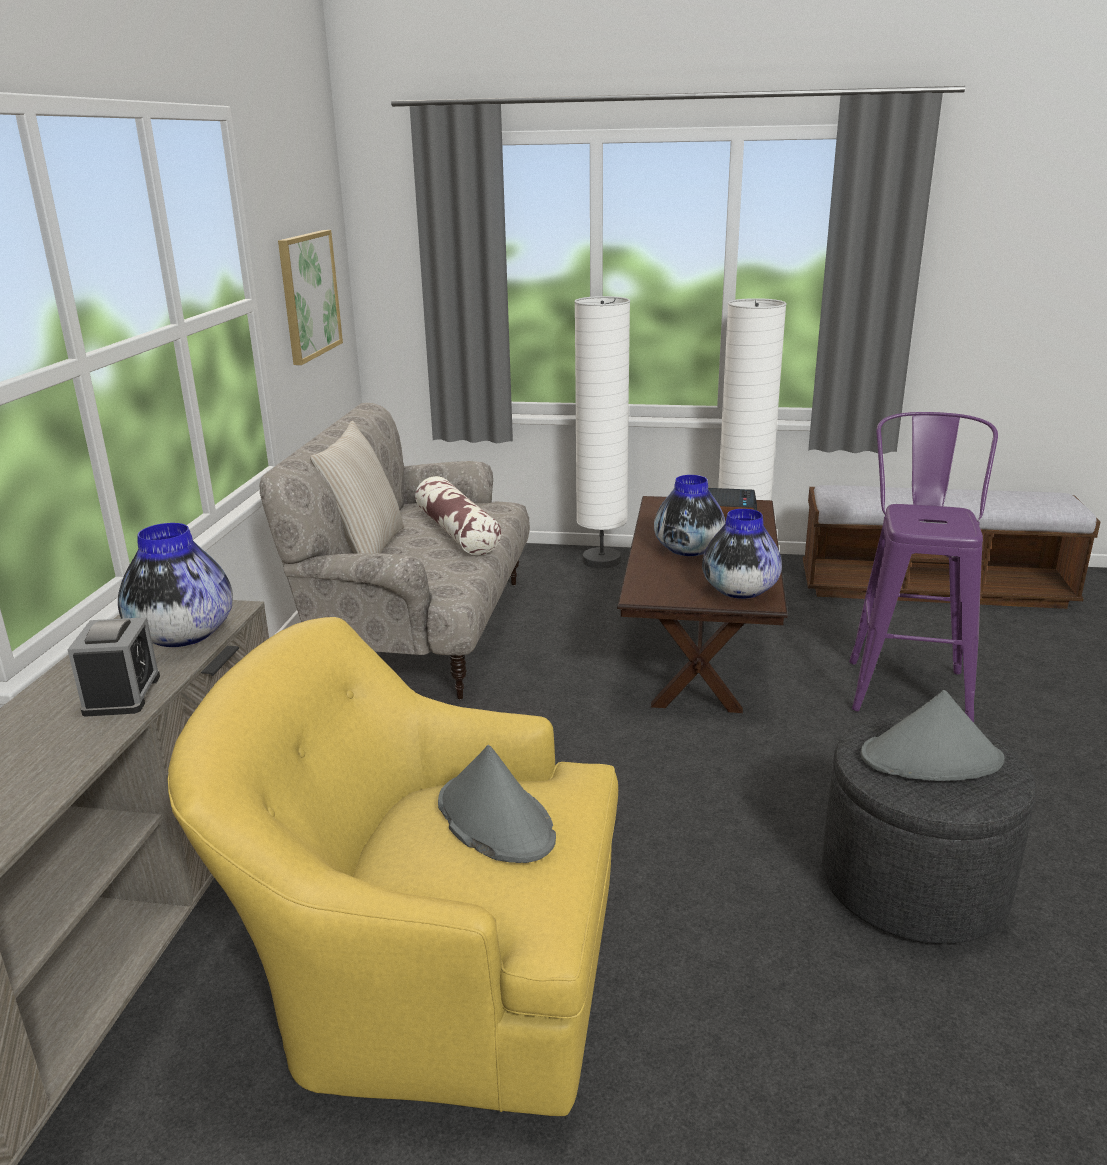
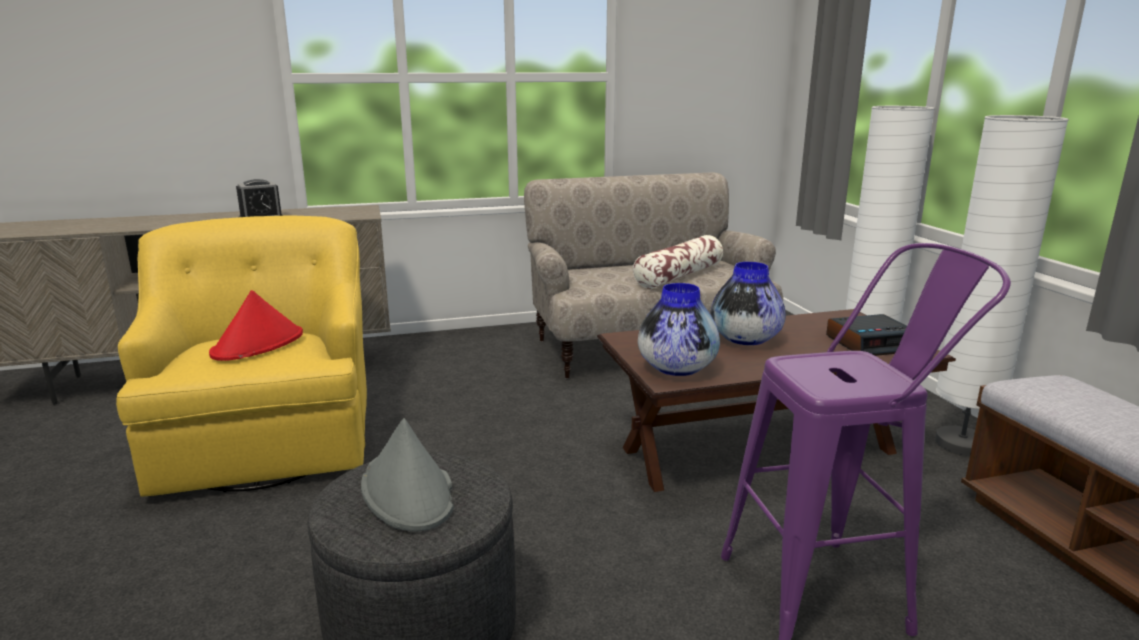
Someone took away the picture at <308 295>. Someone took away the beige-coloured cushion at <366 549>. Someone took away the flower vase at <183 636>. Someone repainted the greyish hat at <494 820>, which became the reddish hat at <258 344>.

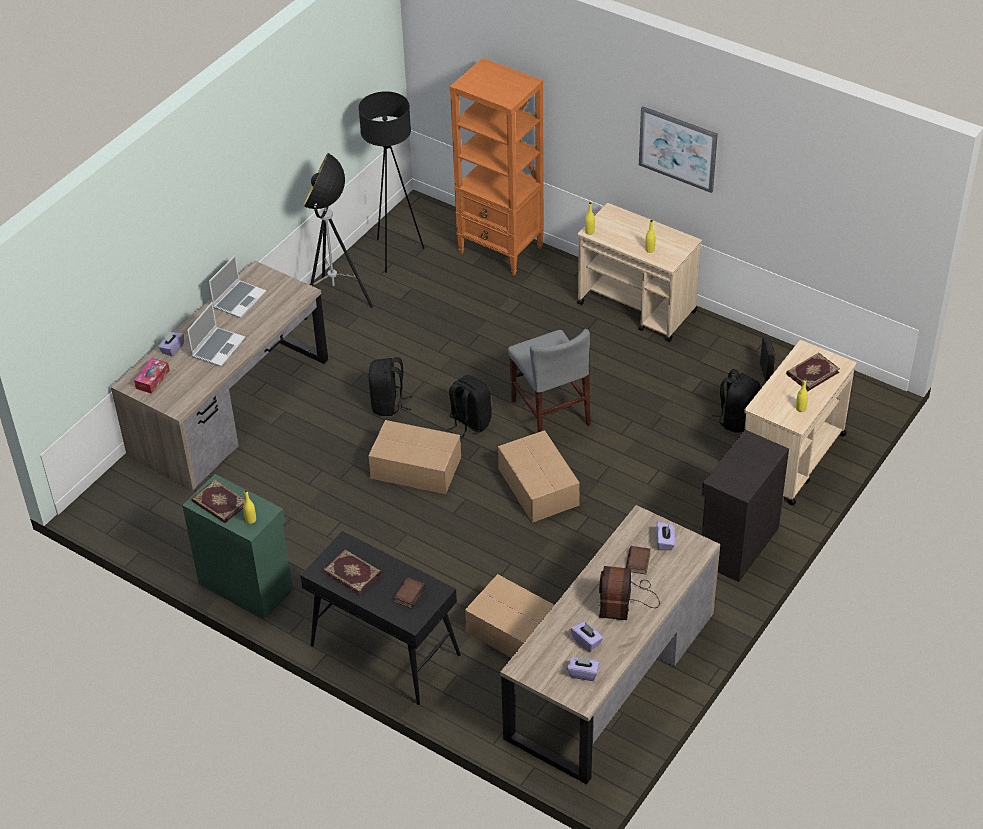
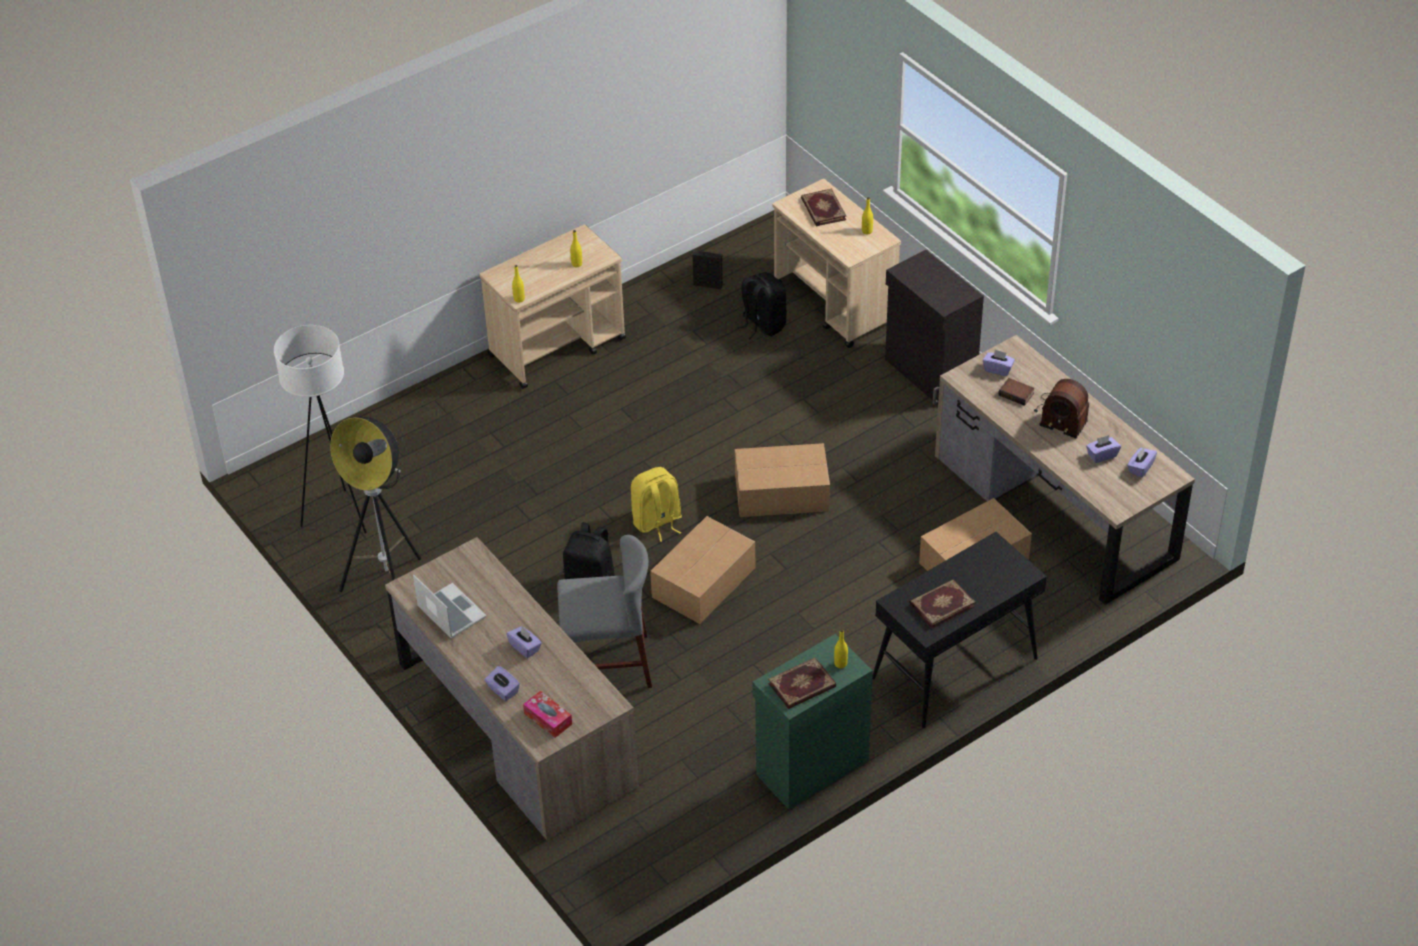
Someone took away the orange bookshelf at <501 250>. Someone repainted the blackish standing lamp at <395 253>, which became the whitish standing lamp at <338 517>. Someone took away the picture at <678 148>. Someone swapped the notebook computer at <218 347> for the purplish box of tissues at <525 647>. Someone carried the greyish plain chair from <550 412> to <608 664>. Someone repainted the blackish backpack at <469 422>, which became the yellow-coloured backpack at <657 522>. Someone took away the book at <409 594>.

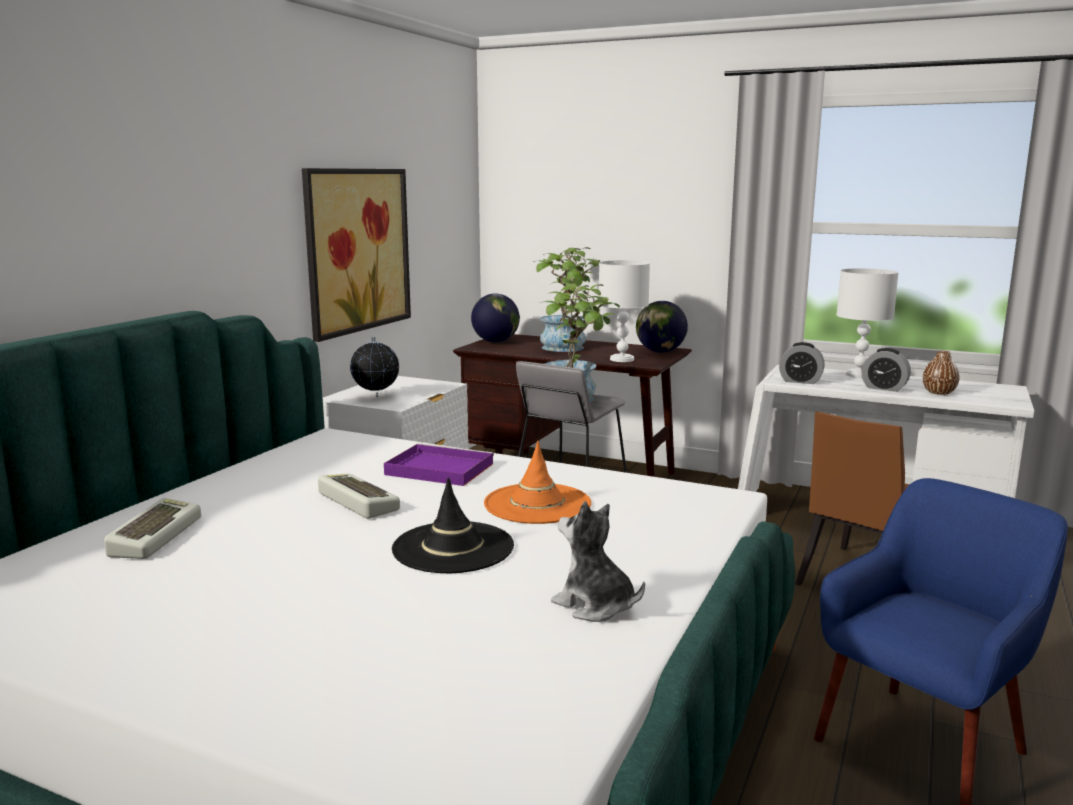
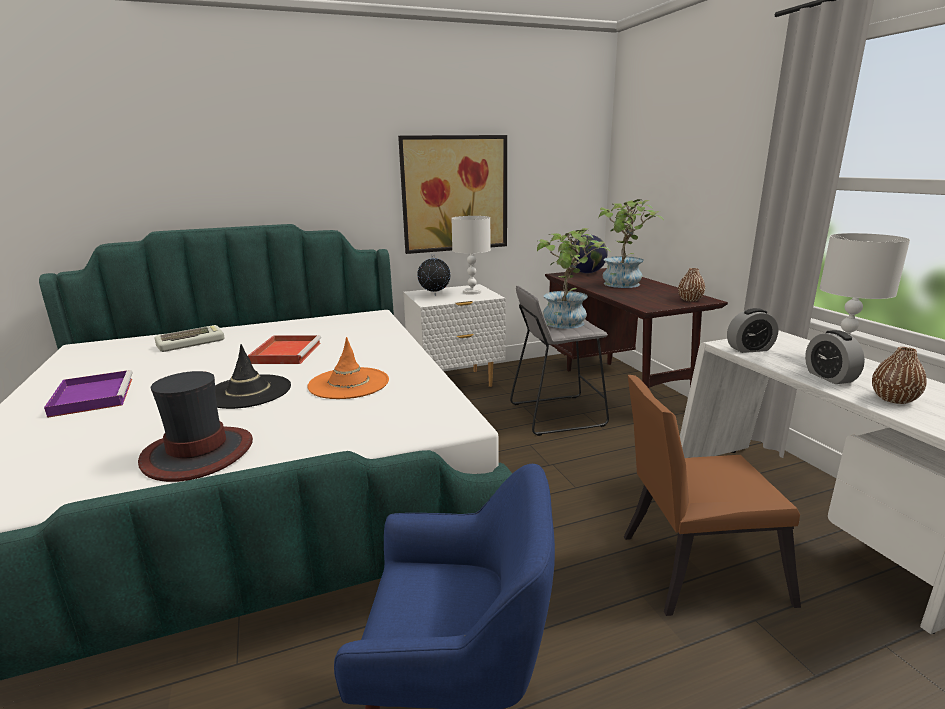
Someone carried the whitish lamp for a table from <621 359> to <472 292>. Someone swapped the globe at <660 352> for the brownish flower vase at <690 299>. Someone rotated the bedside clock at <800 381> by 75 degrees counterclockwise. Someone carried the purplish serving tray from <437 469> to <92 396>. Someone swapped the PC keyboard at <355 502> for the reddish serving tray at <286 352>. Someone swapped the cuddly toy at <595 606> for the hat at <198 453>.

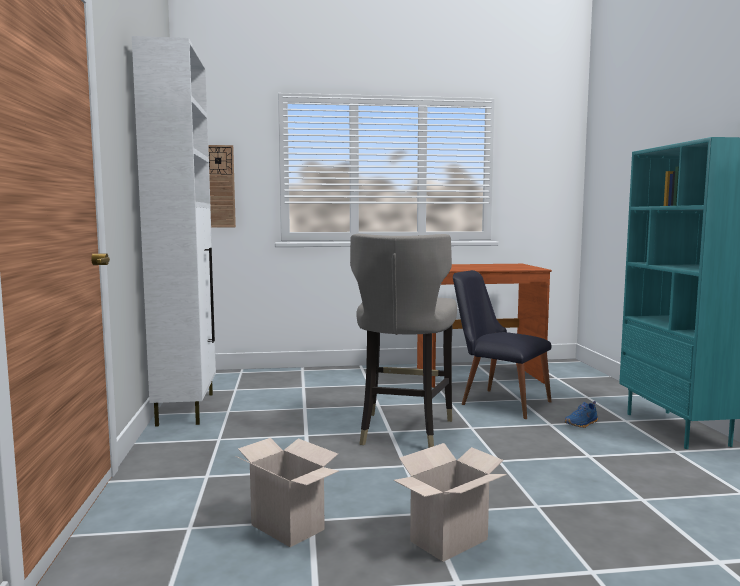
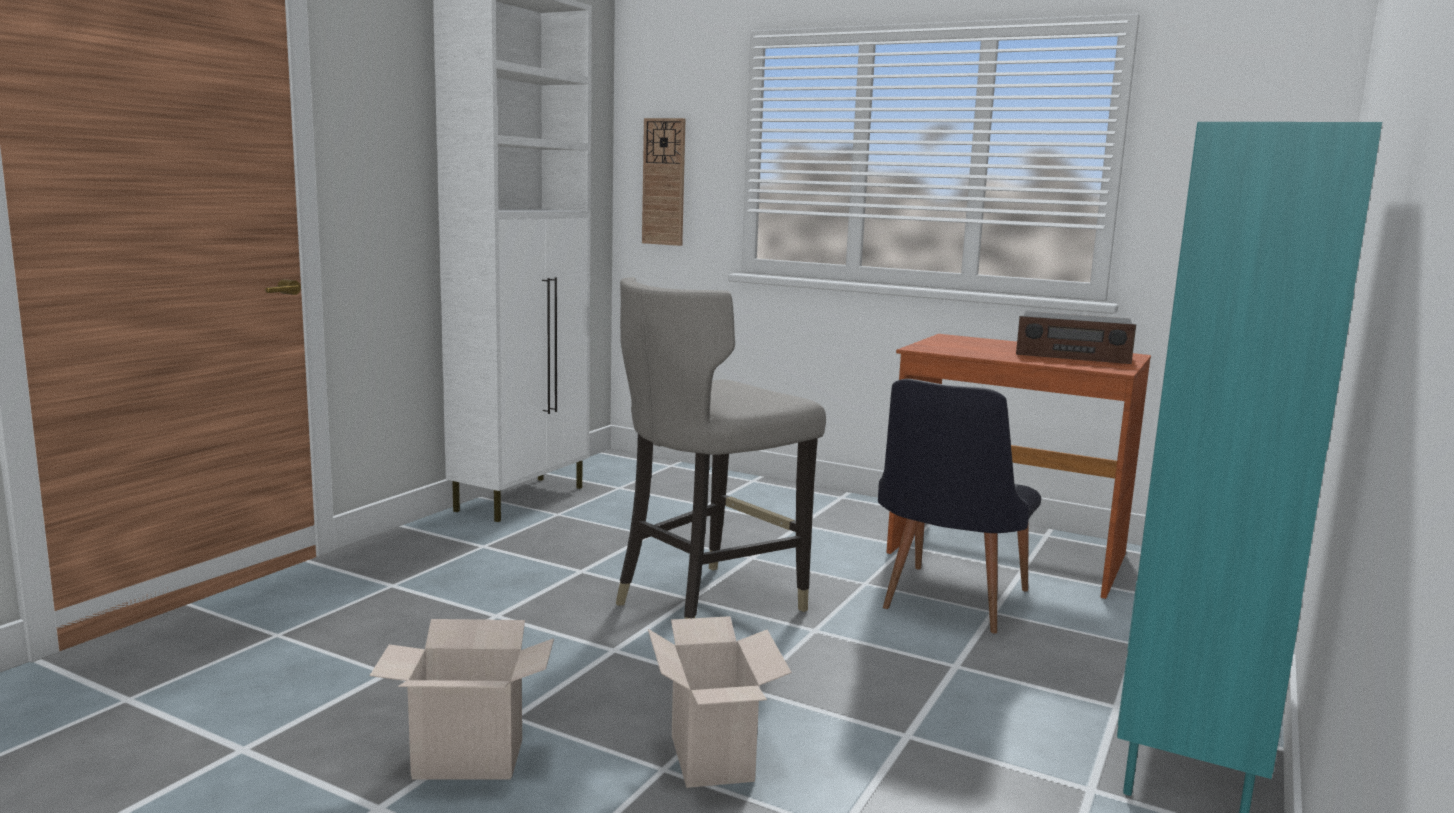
Someone rotated the blackish plain chair at <498 401> by 135 degrees counterclockwise. Someone took away the blue shoe at <582 424>. Someone carried the cardboard box from <290 527> to <715 759>. Someone put down the radio set at <1073 354>.

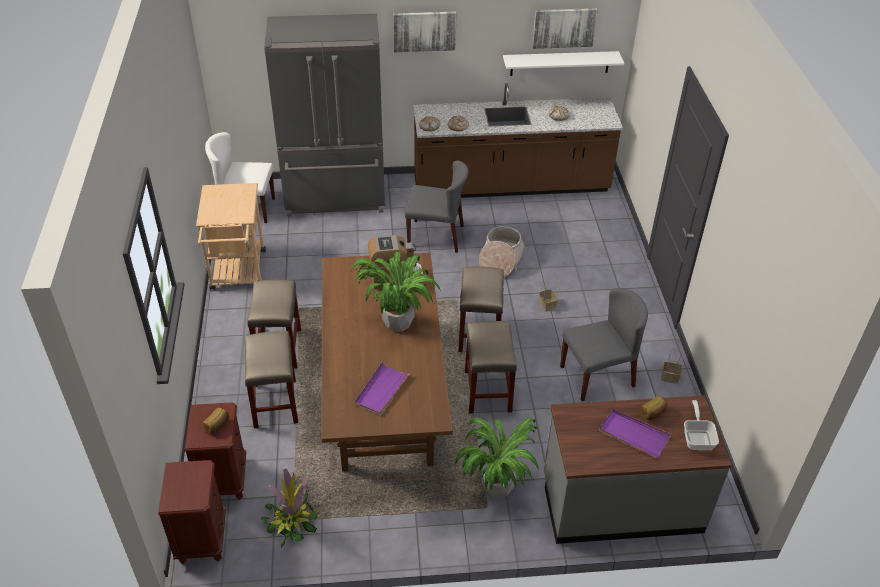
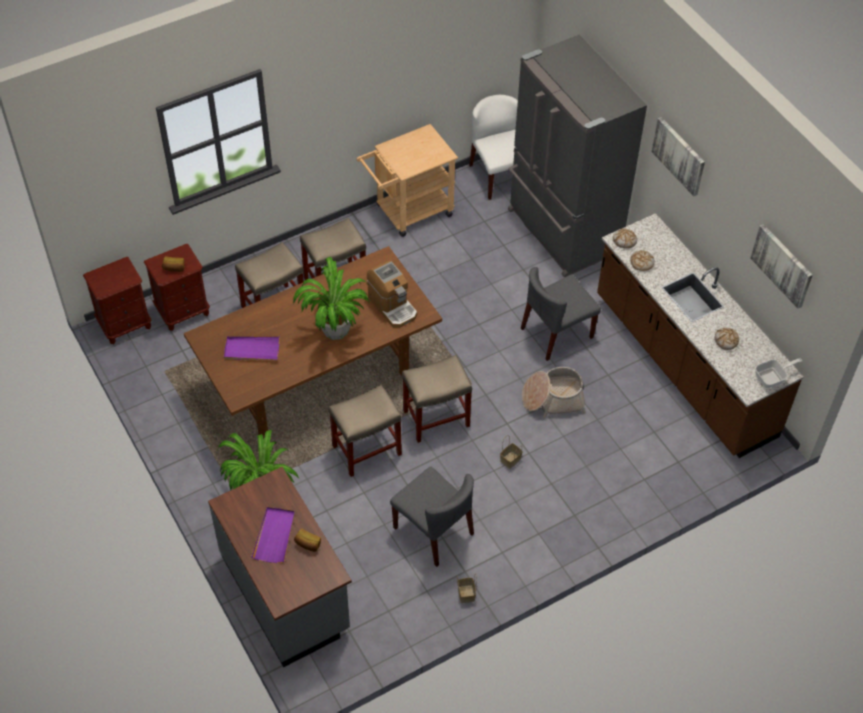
Someone took away the whitish shelf at <560 63>. Someone rotated the greyish plain chair at <436 236> by 75 degrees clockwise. Someone carried the frying pan from <697 437> to <773 378>. Someone took away the plant in a pot at <291 521>.

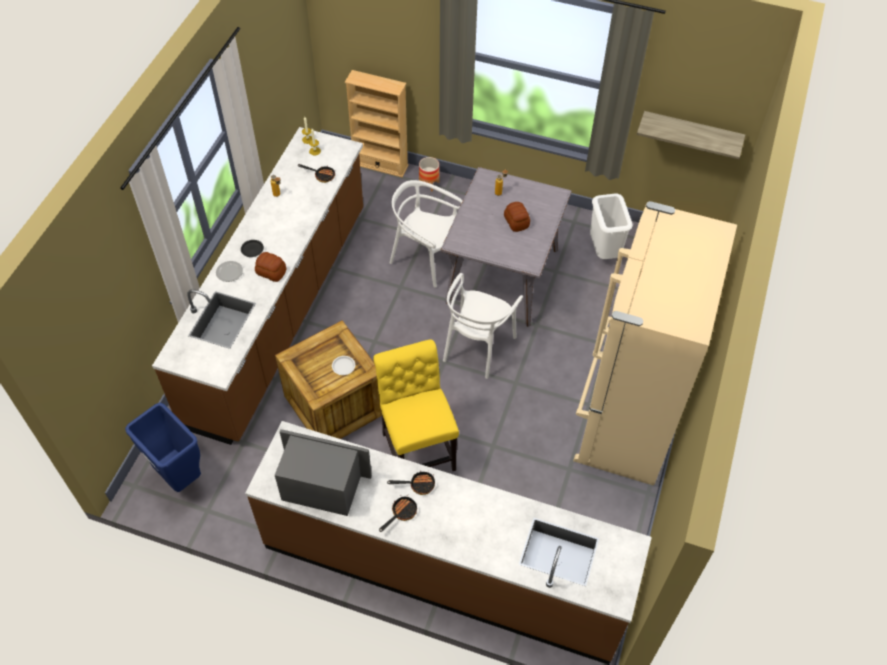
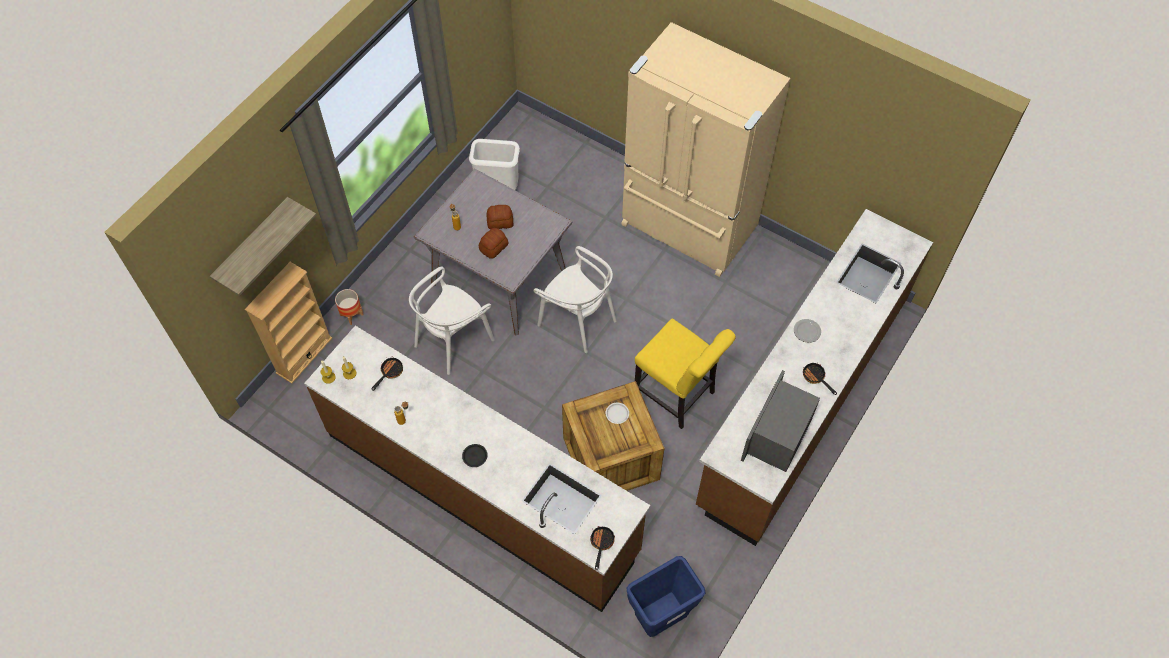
Someone carried the shelf from <691 133> to <253 244>. Someone carried the bread from <271 272> to <493 247>. Someone carried the flat dish from <229 272> to <807 332>. Someone rotated the yellow-coloured plain chair at <417 448> by 135 degrees counterclockwise. Someone carried the frying pan from <418 484> to <601 543>.

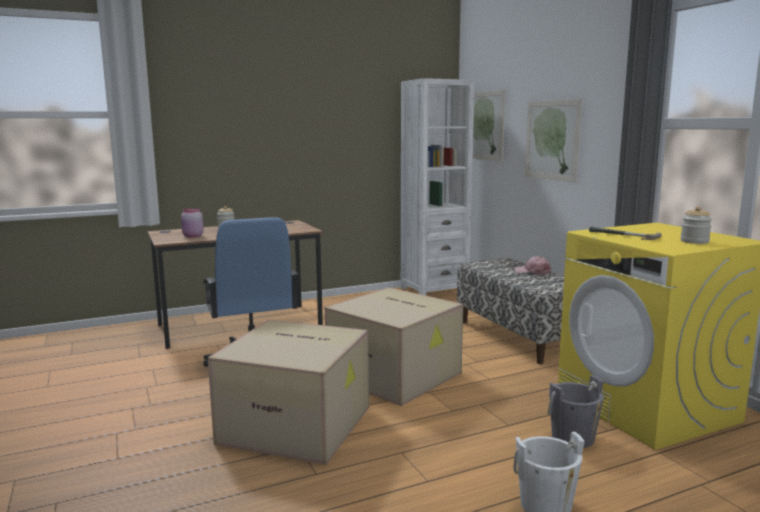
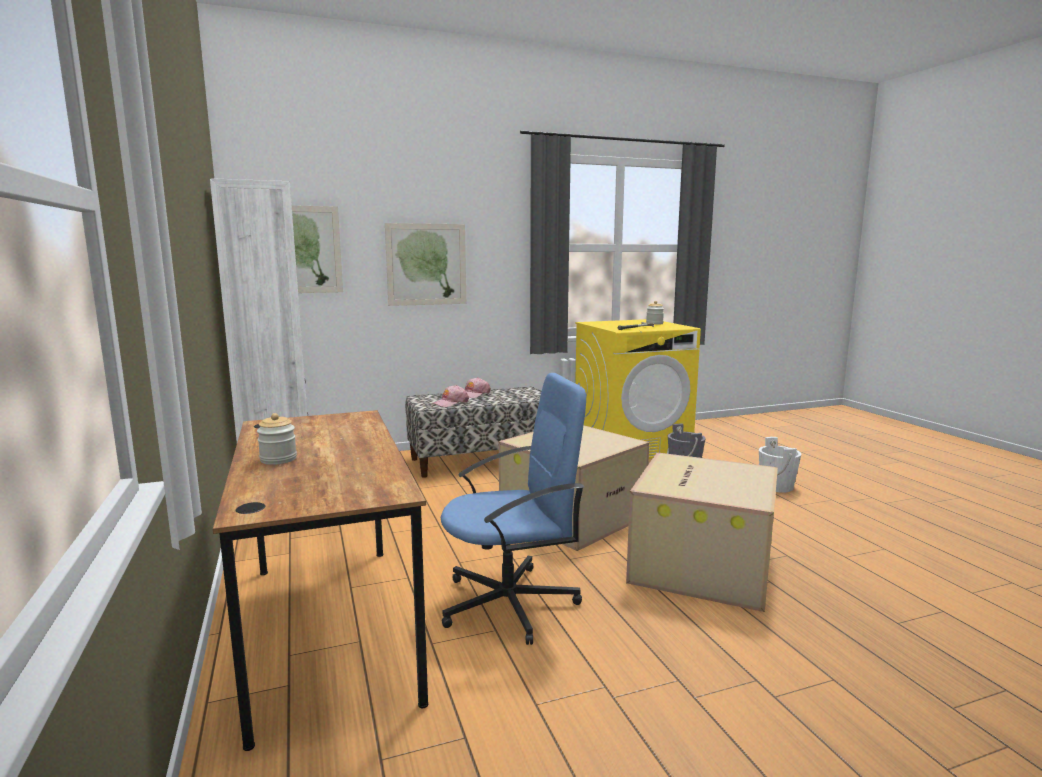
Someone took away the pinkish jar at <192 236>. Someone put down the pinkish baseball cap at <450 403>.

